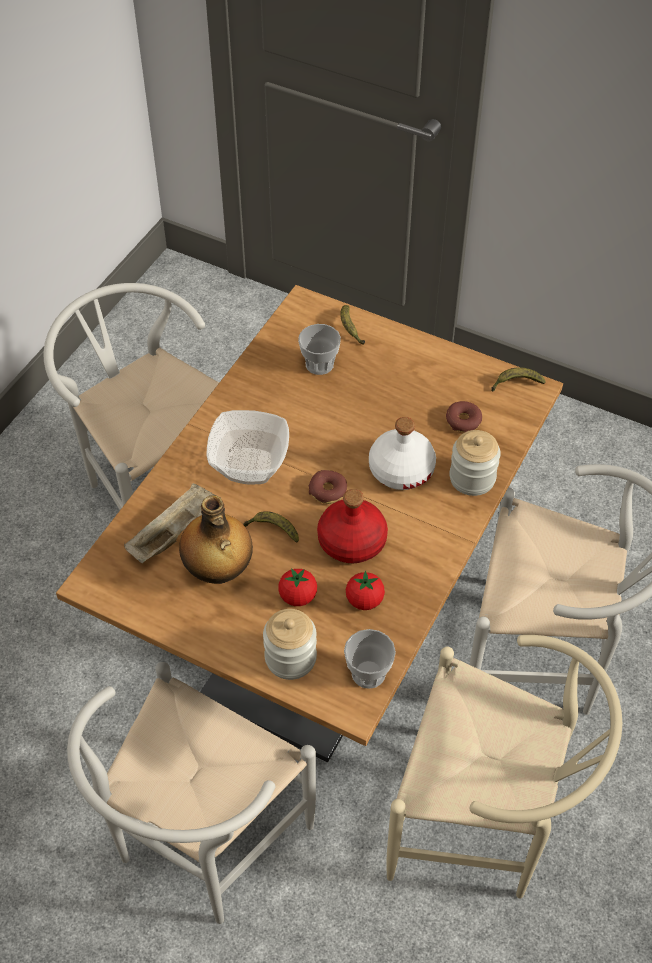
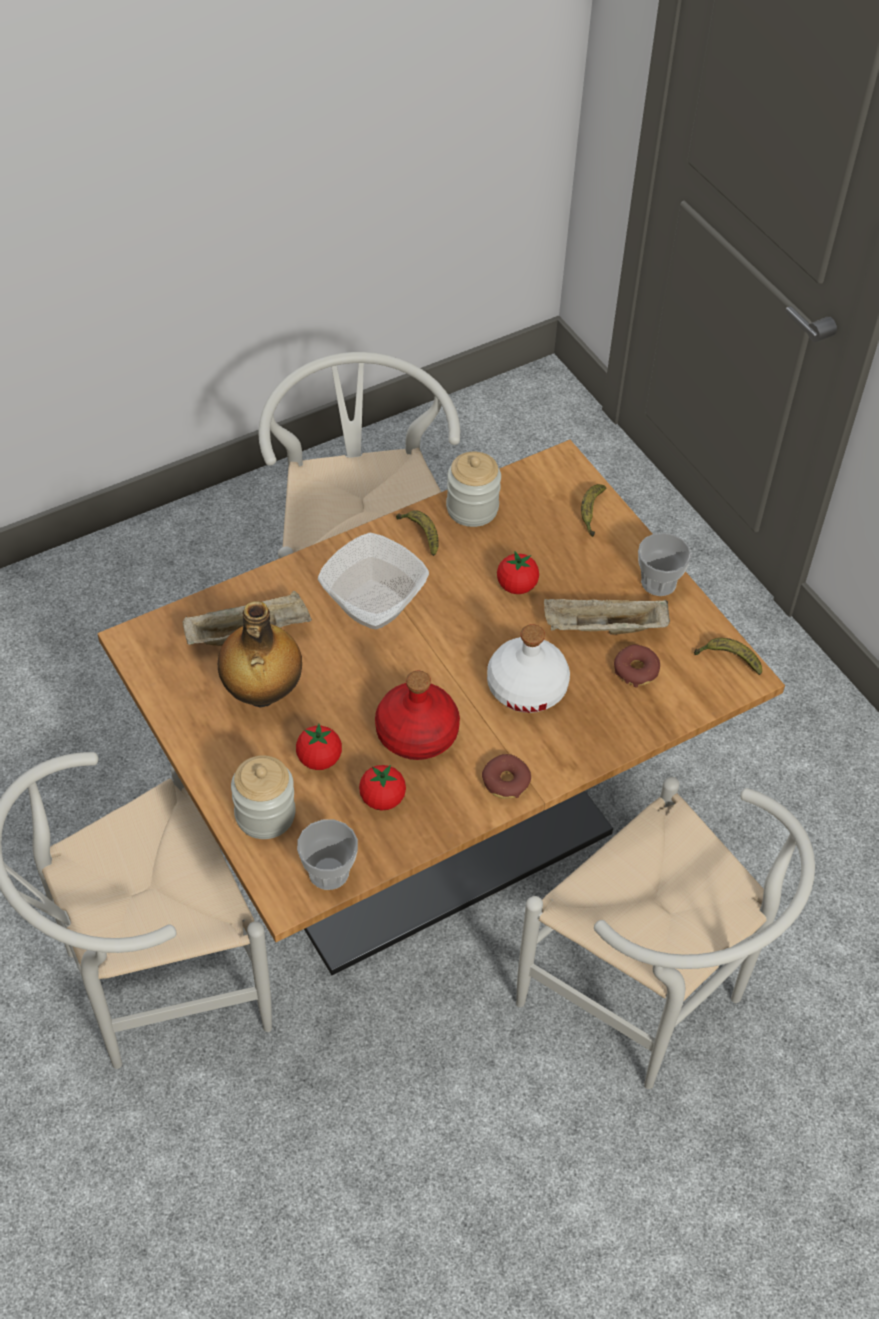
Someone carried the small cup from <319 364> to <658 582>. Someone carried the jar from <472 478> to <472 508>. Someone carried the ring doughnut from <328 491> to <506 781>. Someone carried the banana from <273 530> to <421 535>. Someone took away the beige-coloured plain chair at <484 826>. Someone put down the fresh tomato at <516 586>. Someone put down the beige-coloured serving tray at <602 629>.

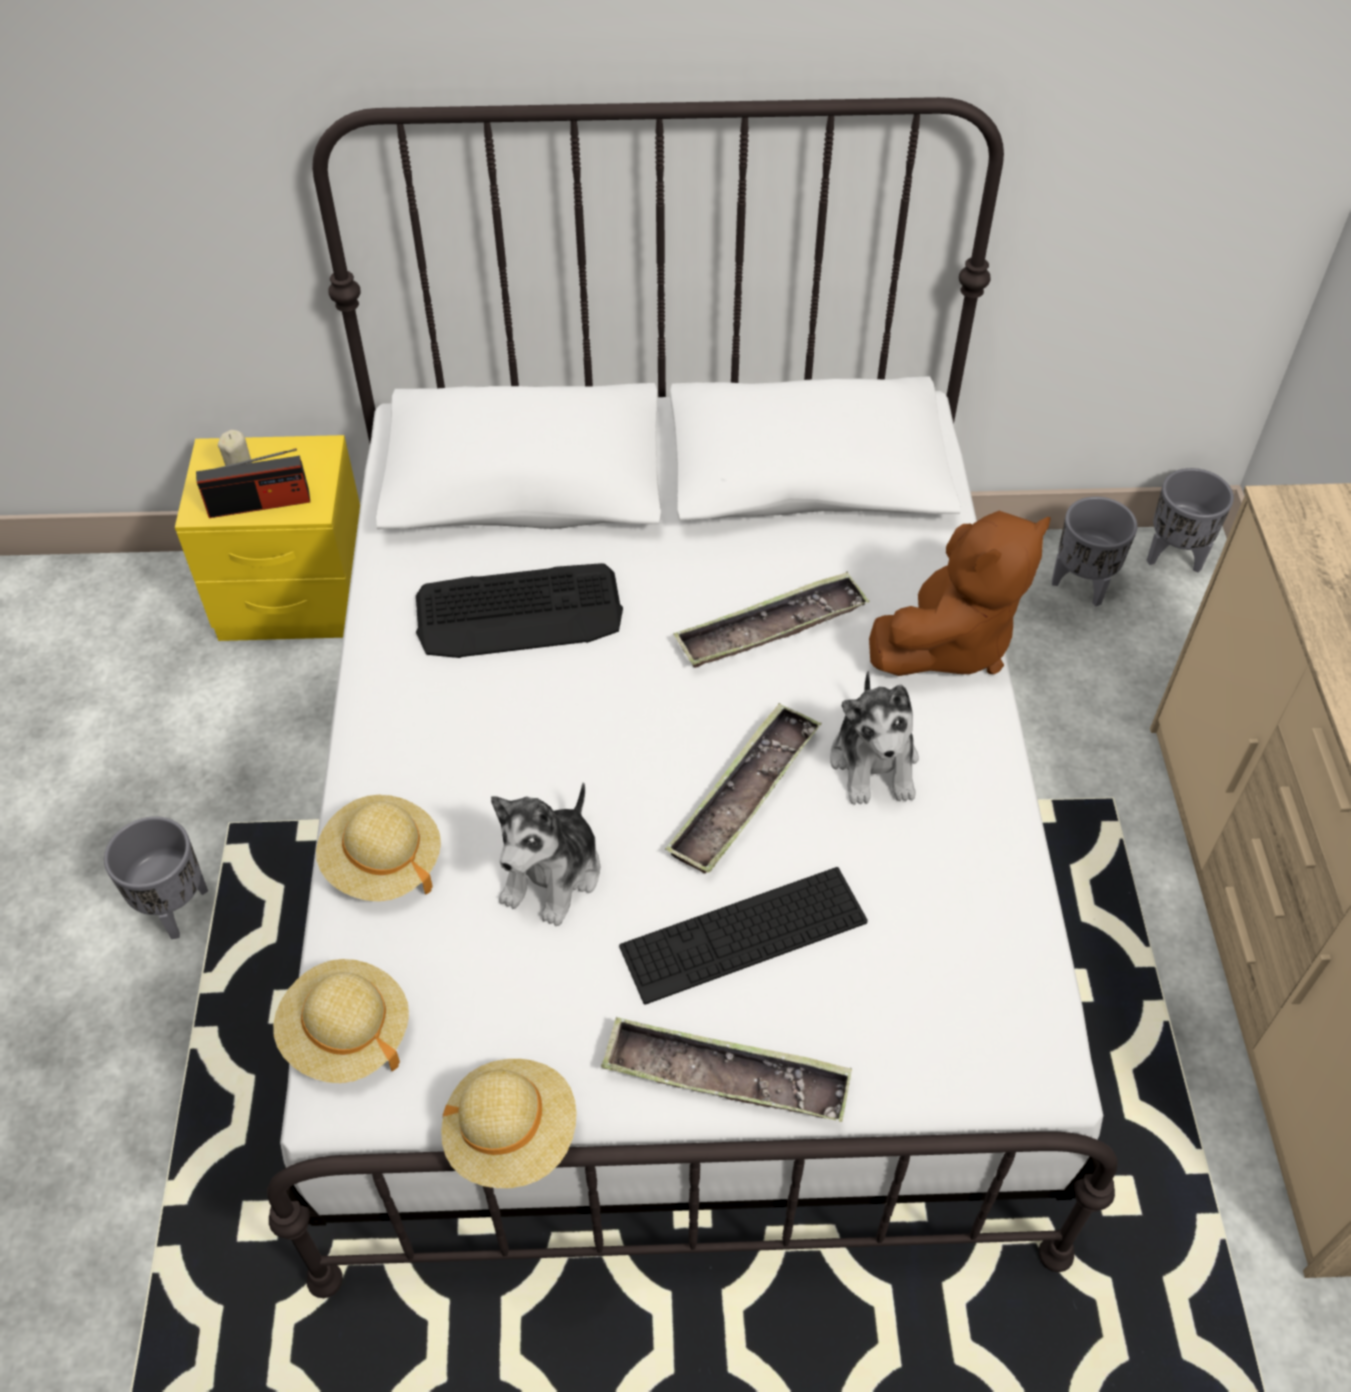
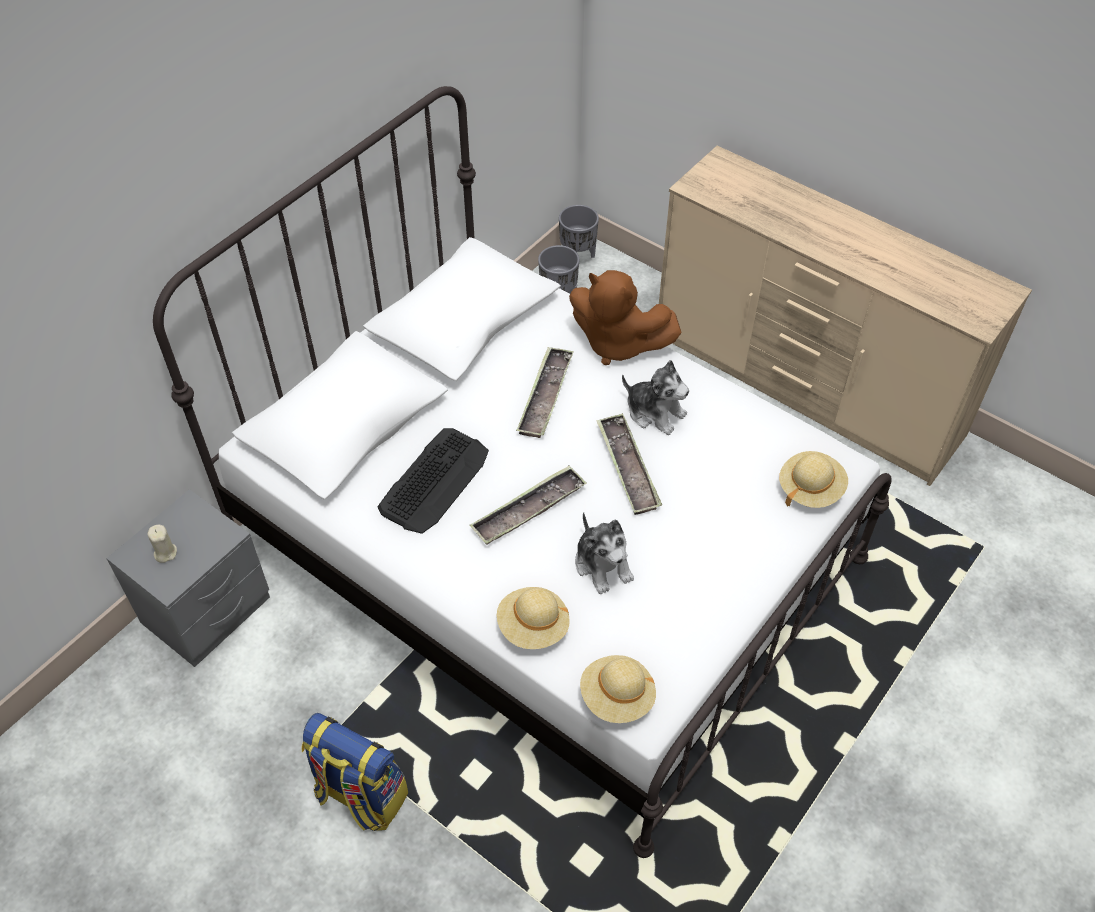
Someone repainted the yellow-coloured bedside table at <296 598>, which became the greyish bedside table at <206 610>. Someone took away the radio set at <259 504>. Someone rotated the brownish cuddly toy at <949 642> by 120 degrees clockwise. Someone swapped the greyish planter at <175 908> for the backpack at <360 795>. Someone took away the PC keyboard at <743 934>. Someone carried the serving tray from <725 1076> to <528 510>. Someone carried the beige-coloured hat from <512 1135> to <810 489>.

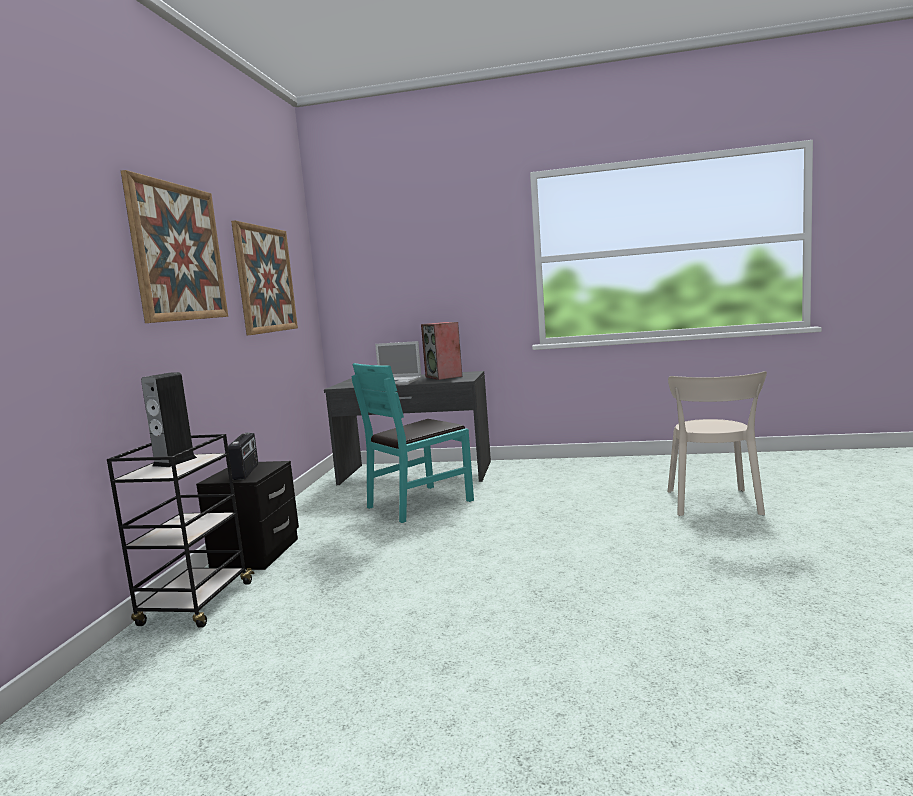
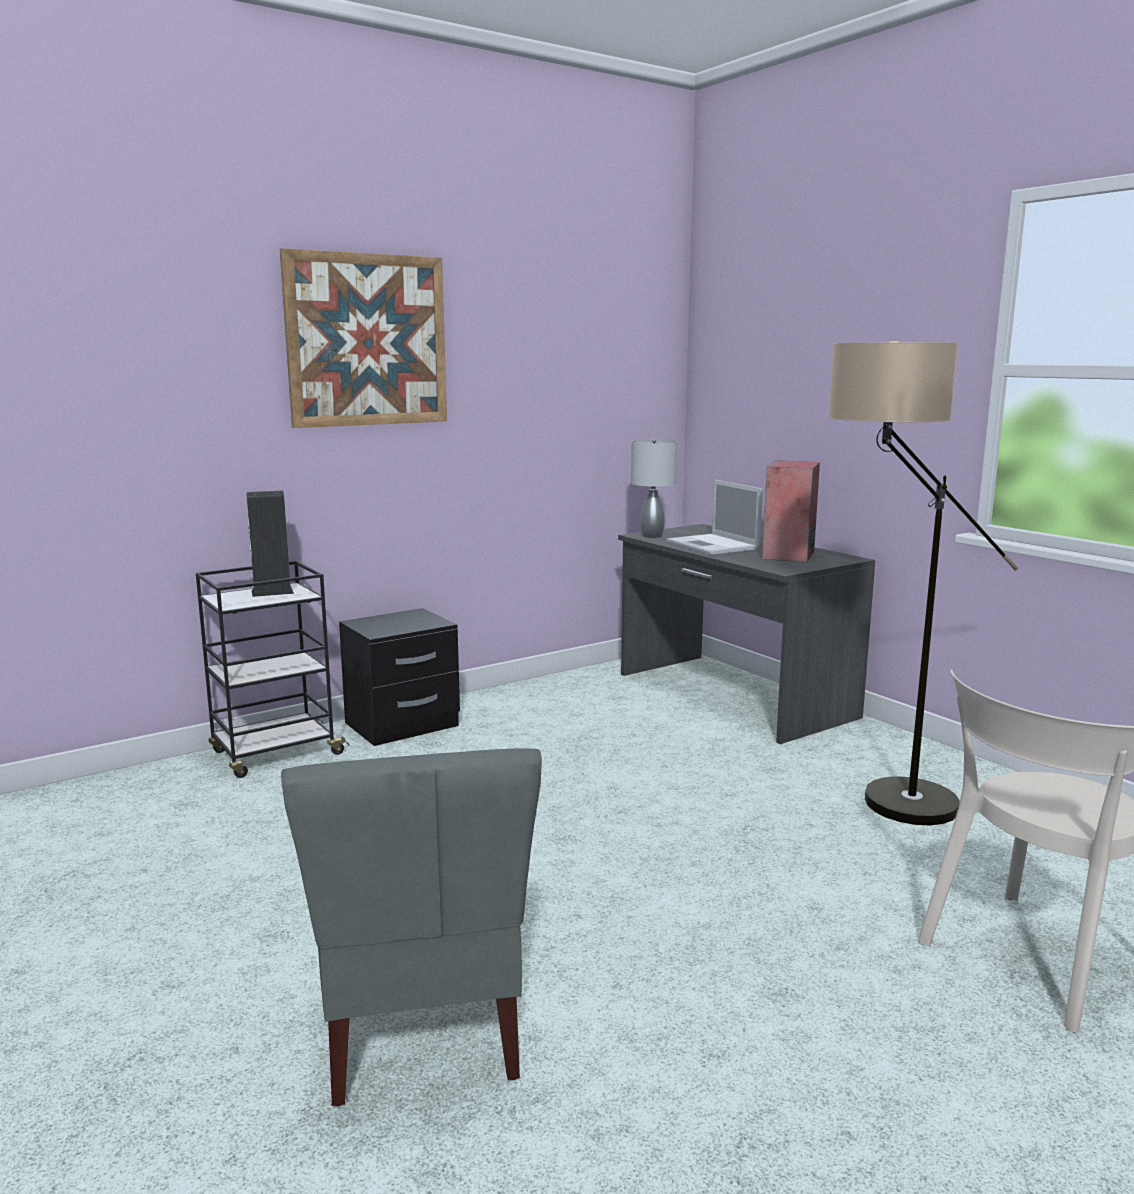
Someone took away the picture at <265 279>. Someone took away the blue-green plain chair at <419 503>. Someone took away the radio set at <246 472>. Someone put down the standing lamp at <881 810>. Someone put down the greyish lamp for a table at <652 536>. Someone put down the greyish plain chair at <422 1026>.

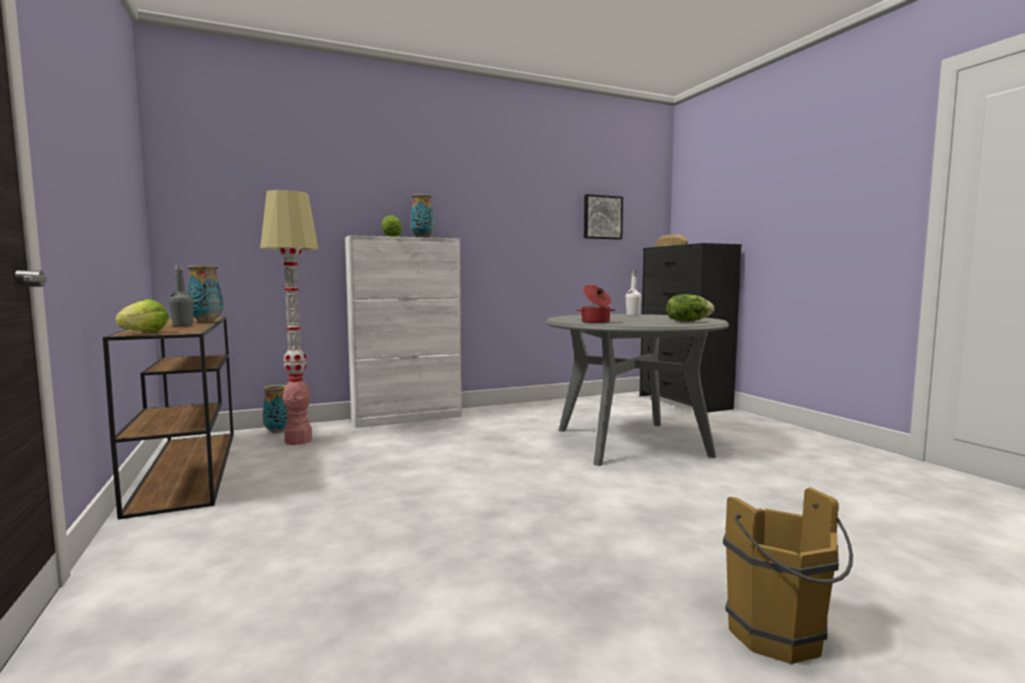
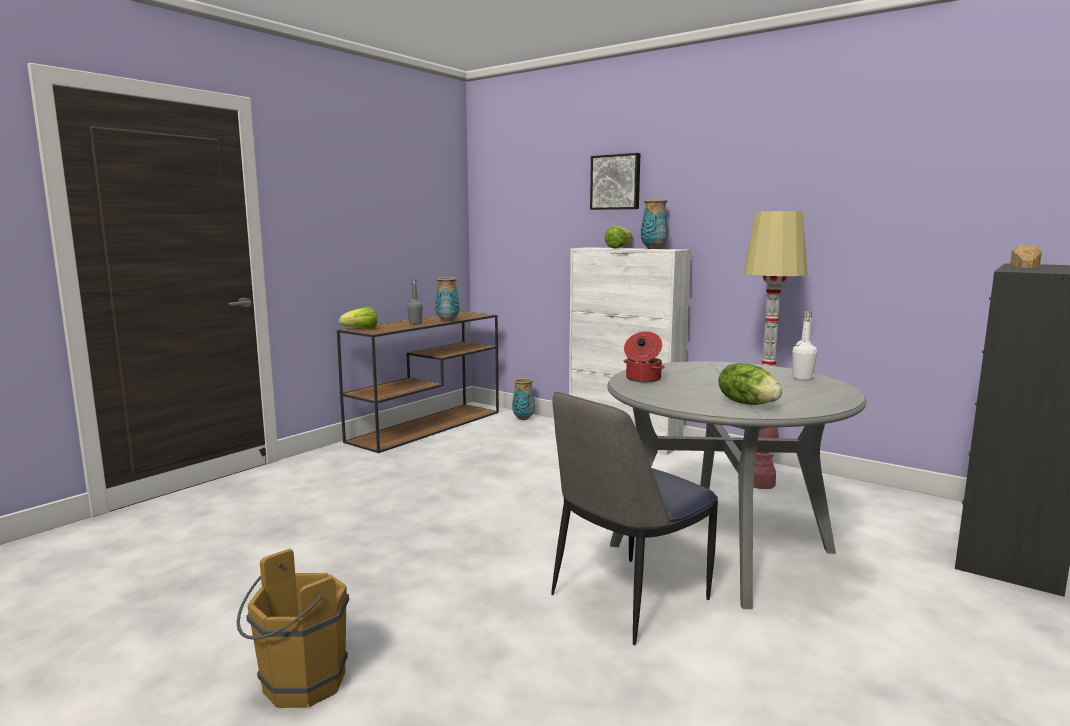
Someone carried the standing lamp from <298 441> to <760 483>. Someone carried the picture from <602 217> to <616 182>. Someone put down the plain chair at <626 599>.

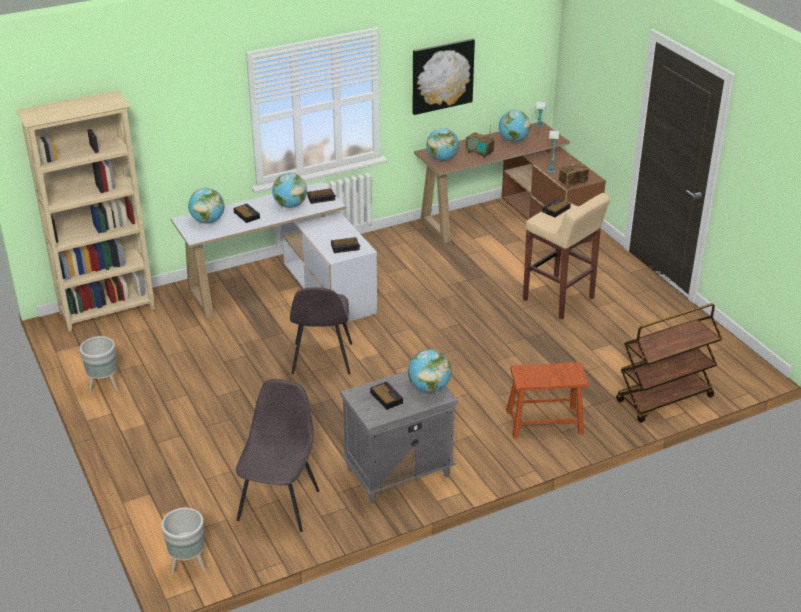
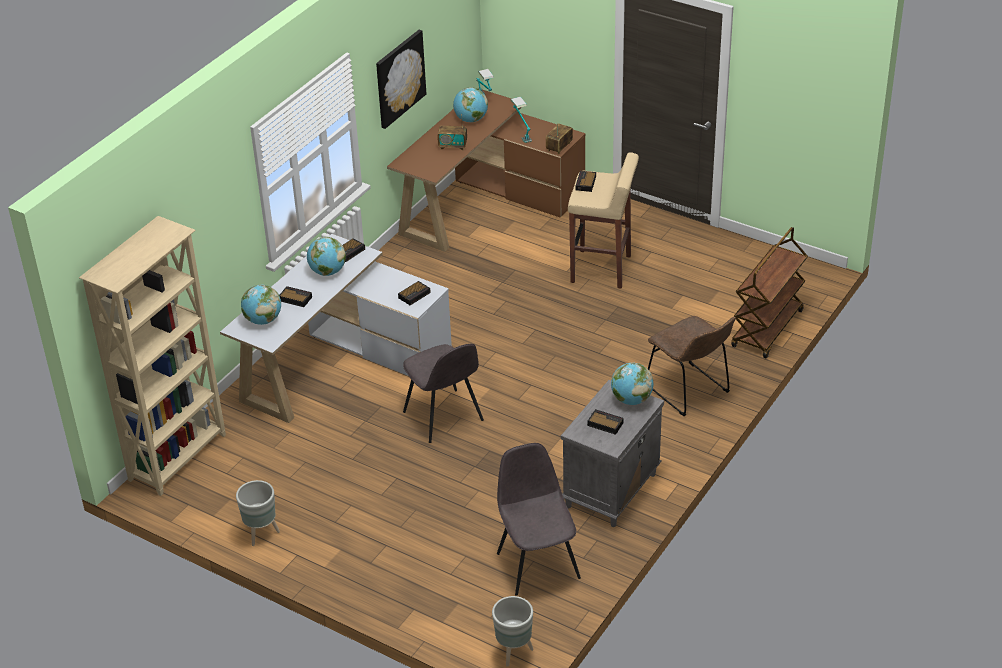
Someone took away the globe at <442 159>. Someone swapped the brownish stool at <544 422> for the brownish plain chair at <690 391>.

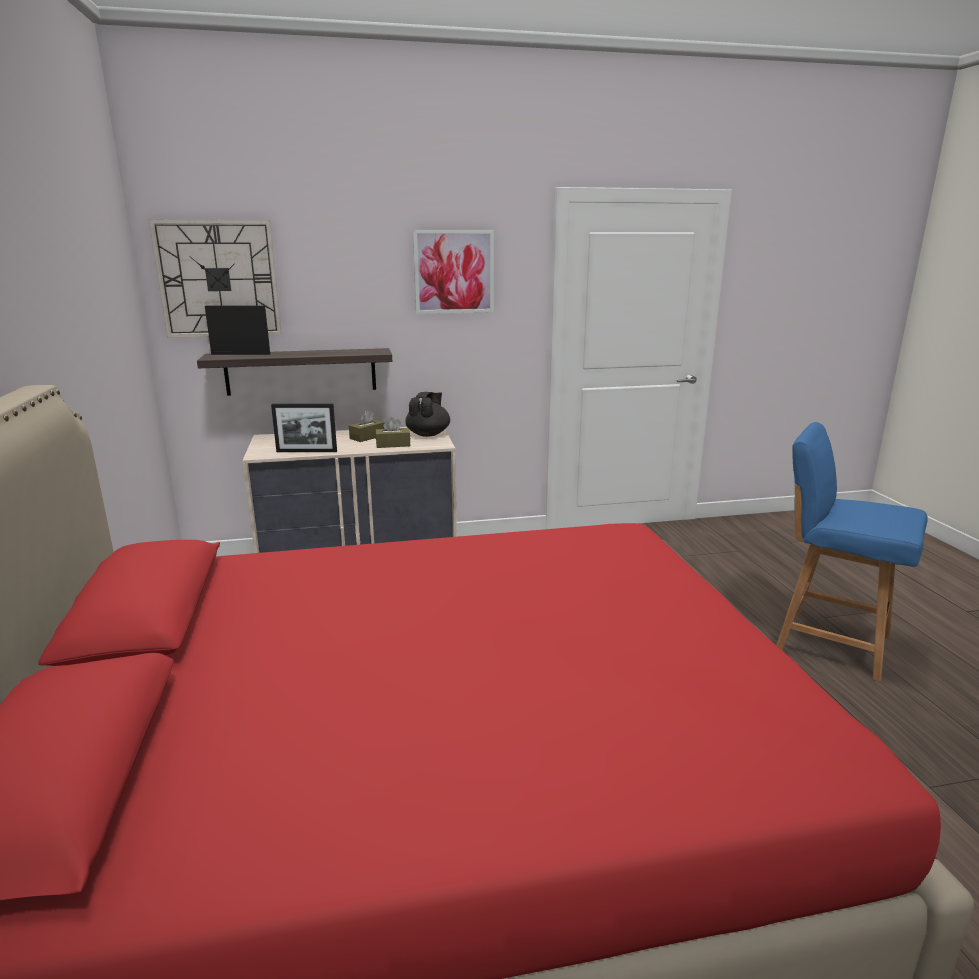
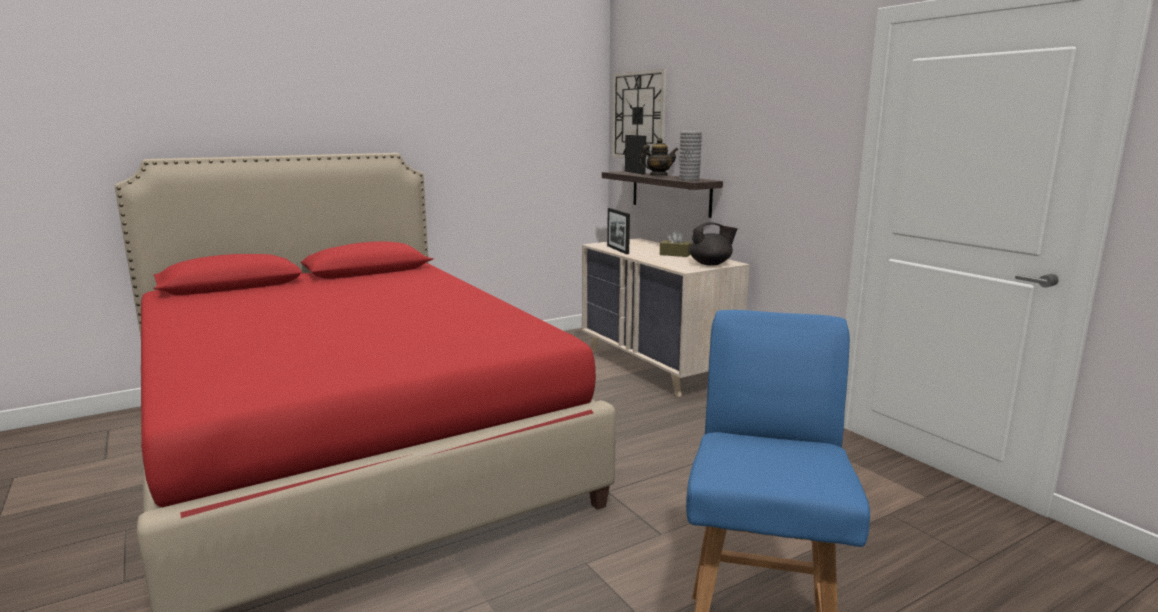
Someone took away the picture at <454 272>. Someone took away the brownish box of tissues at <393 444>. Someone put down the greyish flower vase at <689 179>. Someone put down the pot for tea at <658 176>.

